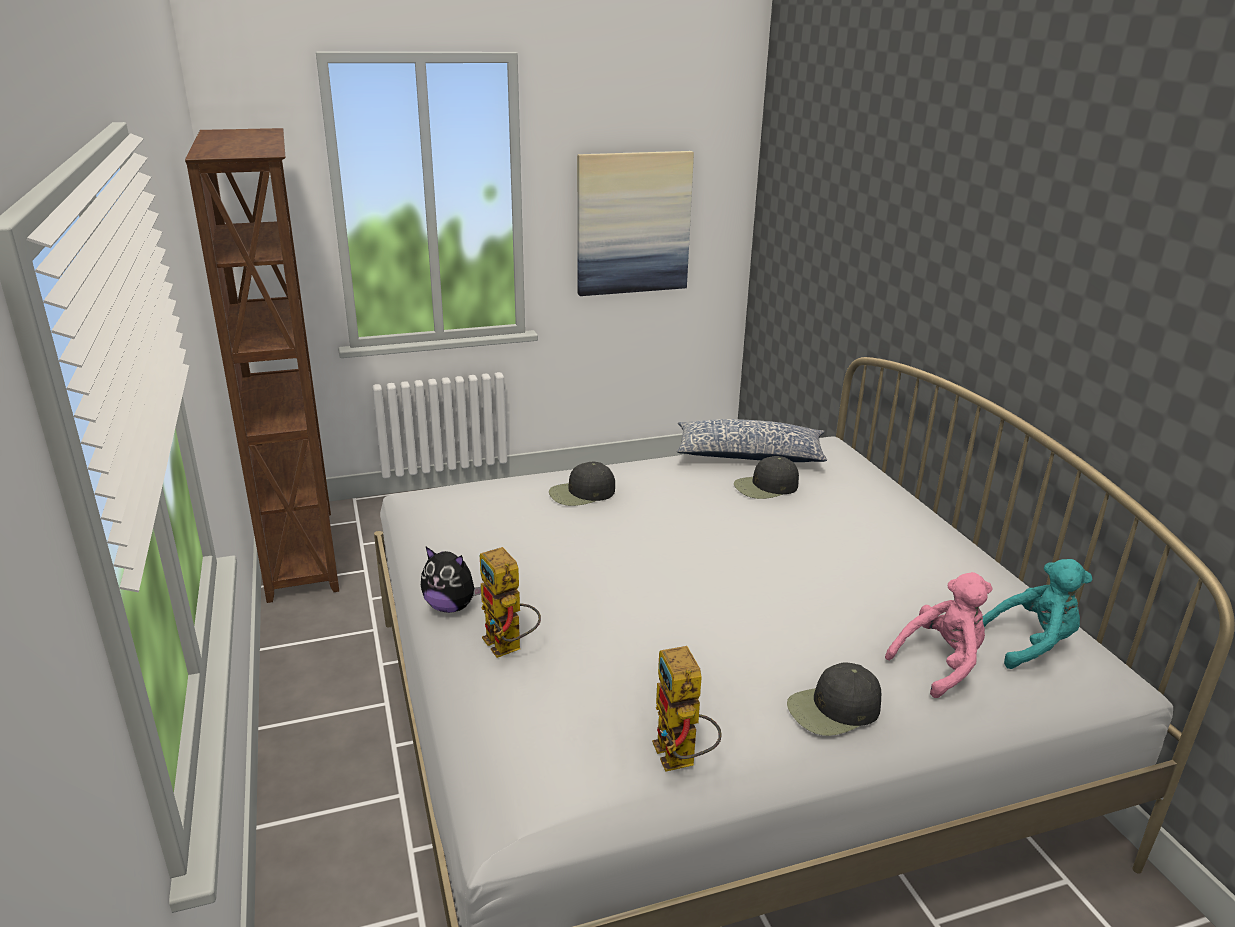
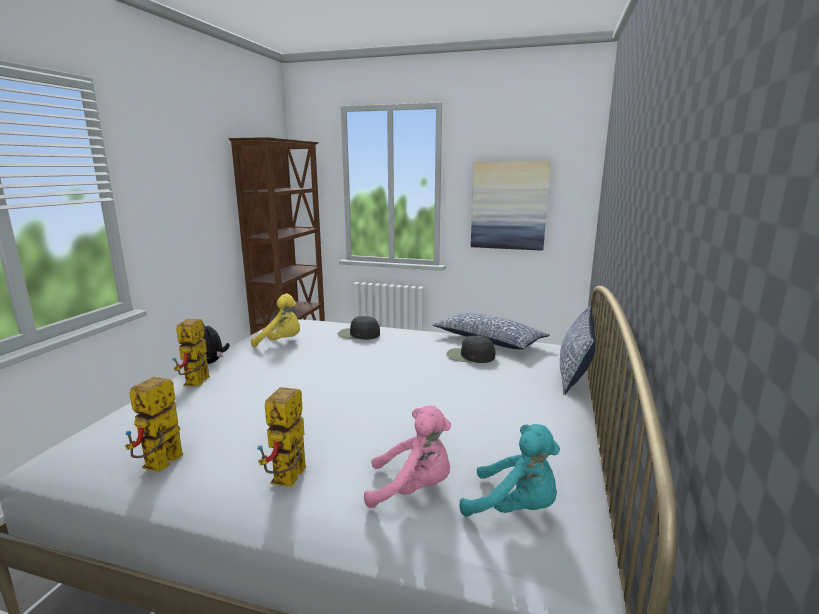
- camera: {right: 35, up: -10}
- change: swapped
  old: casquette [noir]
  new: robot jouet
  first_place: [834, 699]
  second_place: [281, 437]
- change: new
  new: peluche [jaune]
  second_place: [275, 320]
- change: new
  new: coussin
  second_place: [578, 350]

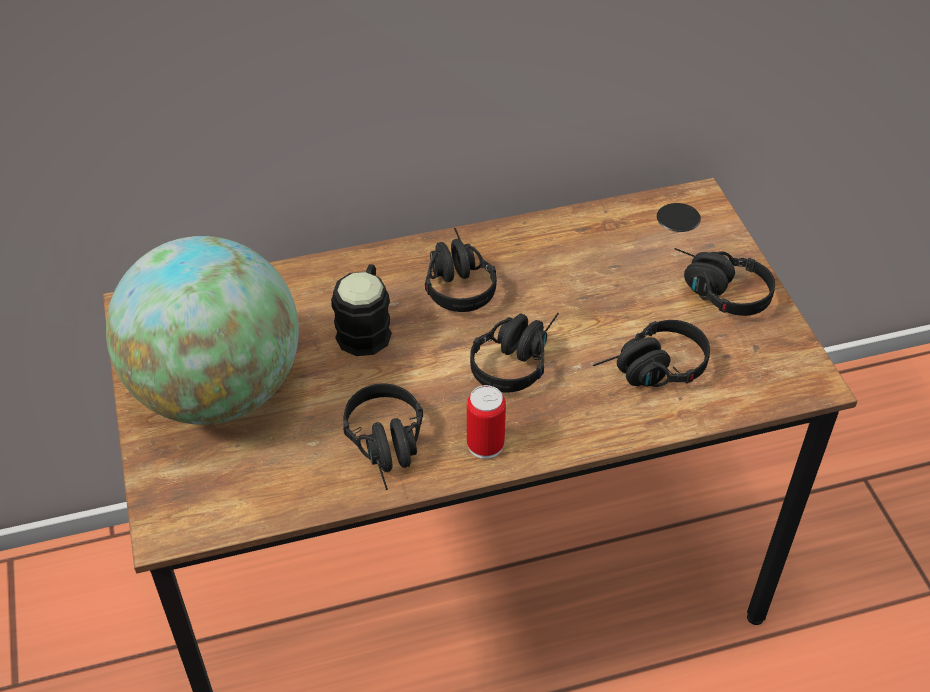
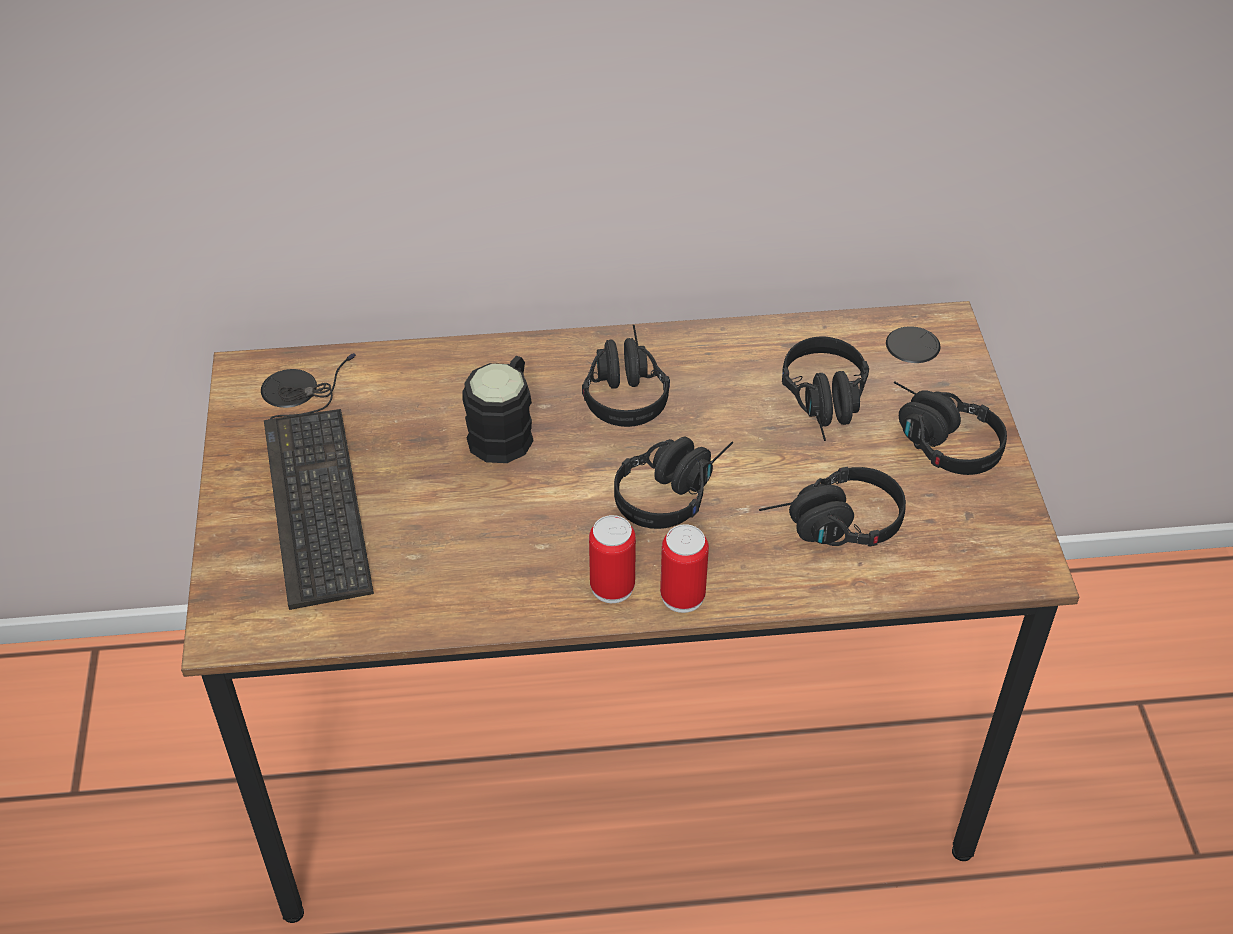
- camera: {right: 10, up: 0}
- change: swapped
  old: globe
  new: clavier
  first_place: [202, 330]
  second_place: [319, 481]
- change: shifted
  old: casque audio [noir]
  first_place: [383, 436]
  second_place: [825, 389]
- change: new
  new: boîte métallique
  second_place: [684, 568]

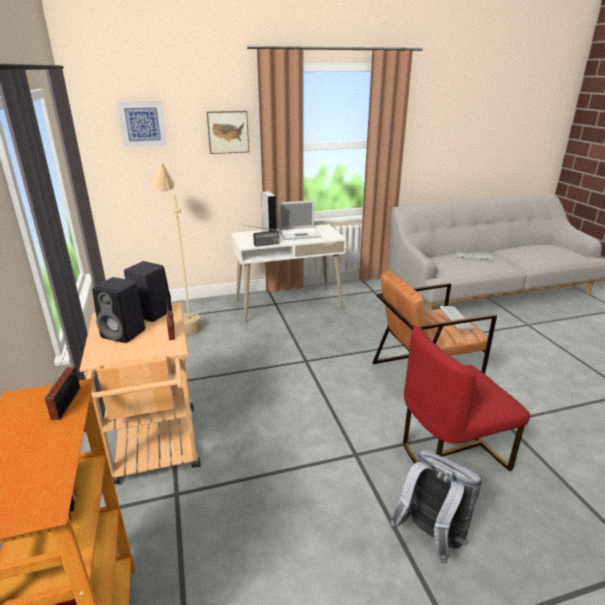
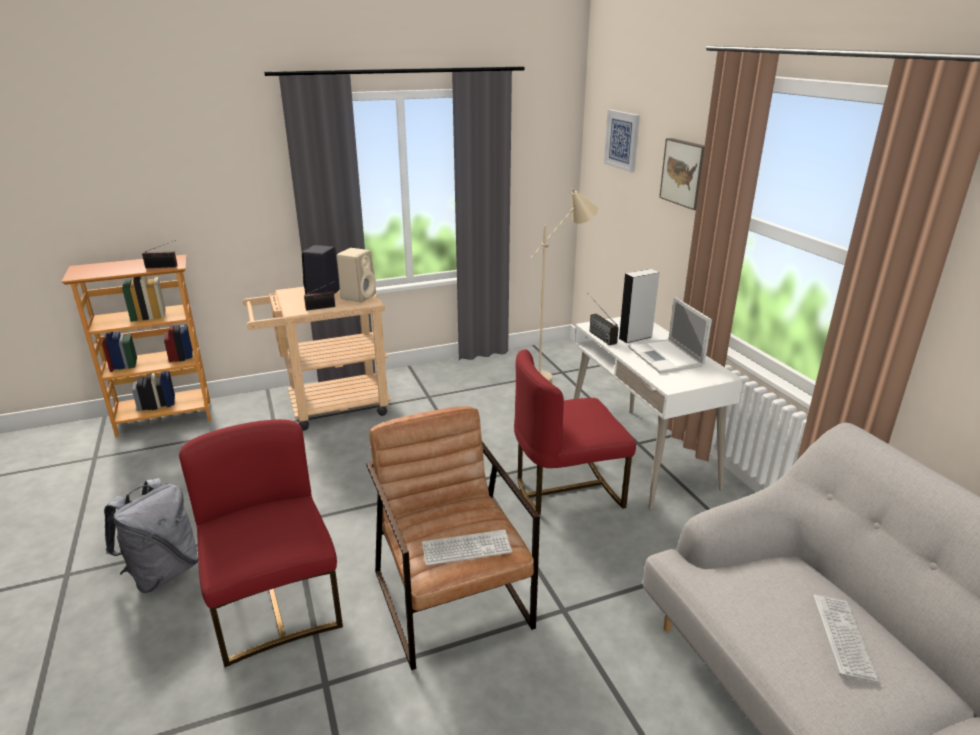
- camera: {right: 85, up: 0}
- change: repainted
  old: enceinte [noir]
  new: enceinte [beige]
  first_place: [148, 291]
  second_place: [356, 275]
- change: new
  new: chaise [rouge]
  second_place: [575, 432]

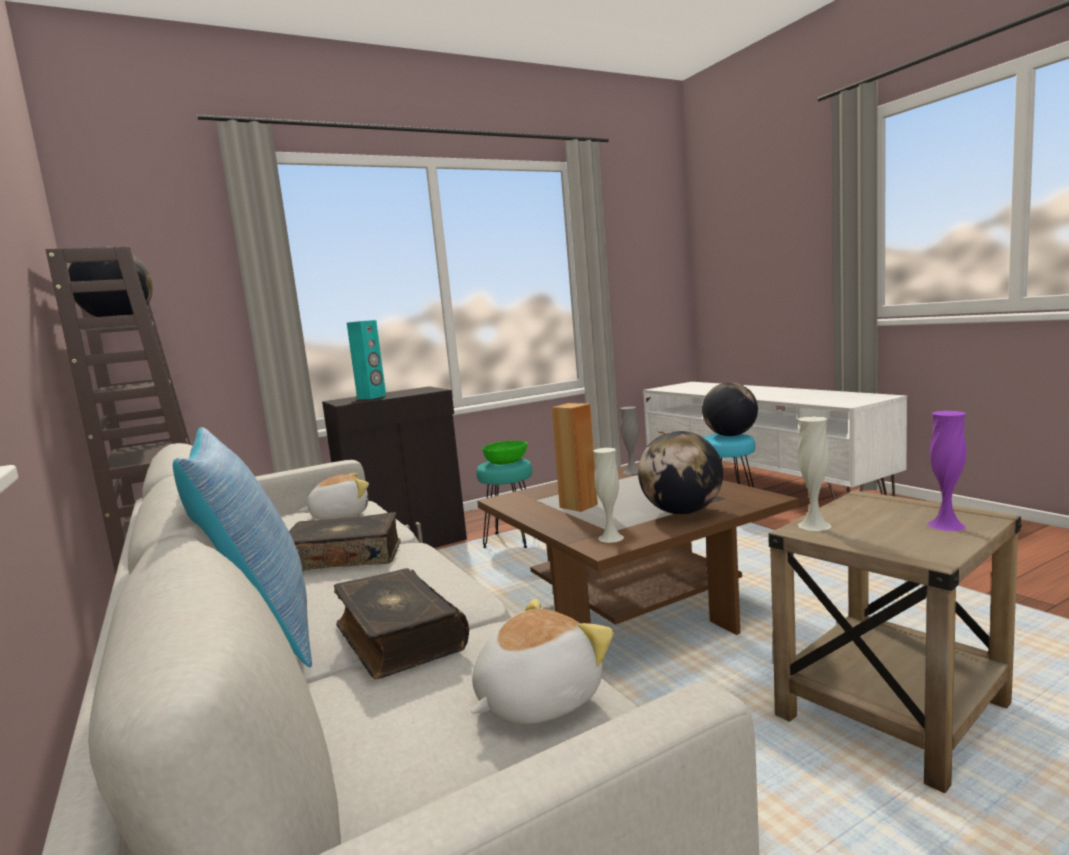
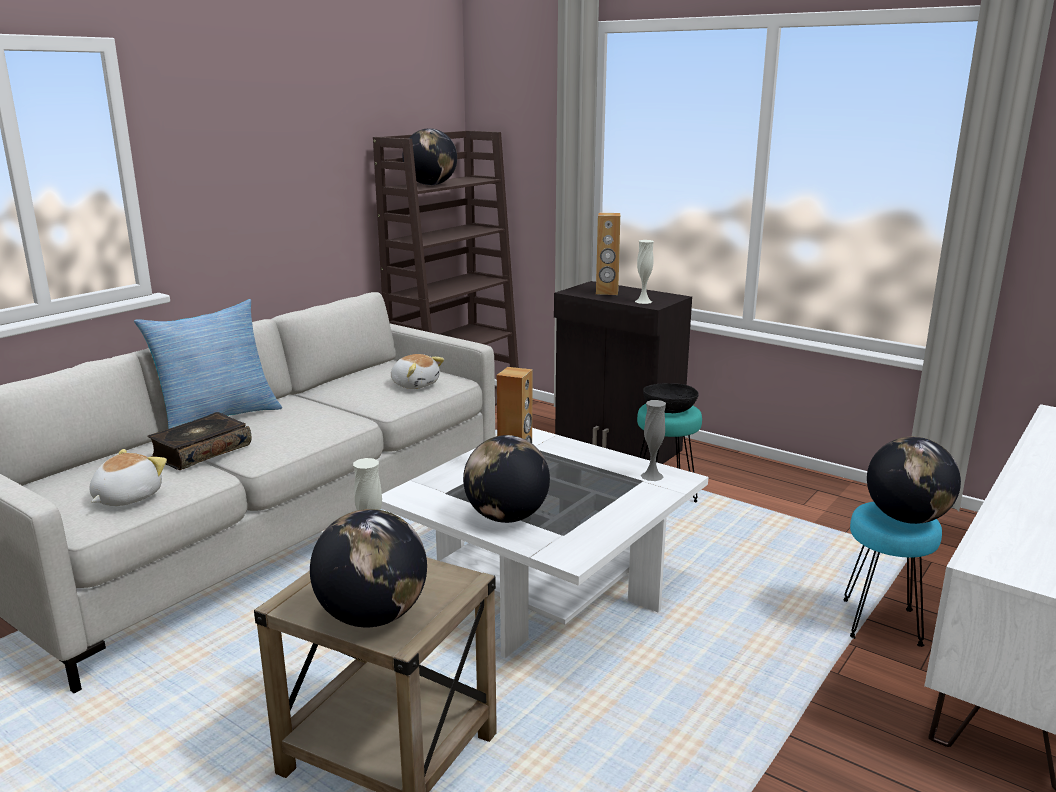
- camera: {right: 65, up: 10}
- change: gone
  old: livre
  first_place: [345, 541]
- change: repainted
  old: enceinte [turquoise]
  new: enceinte [marron]
  first_place: [366, 359]
  second_place: [608, 254]
- change: rotated
  old: peluche
  first_place: [542, 661]
  second_place: [128, 477]
  degrees: -90
- change: repainted
  old: table basse [marron]
  new: table basse [blanc]
  first_place: [637, 548]
  second_place: [544, 543]
- change: repainted
  old: bol [vert]
  new: bol [noir]
  first_place: [504, 453]
  second_place: [671, 398]
- change: shifted
  old: vase [blanc]
  first_place: [608, 495]
  second_place: [644, 272]
- change: swapped
  old: vase [violet]
  new: globe
  first_place: [947, 471]
  second_place: [368, 568]

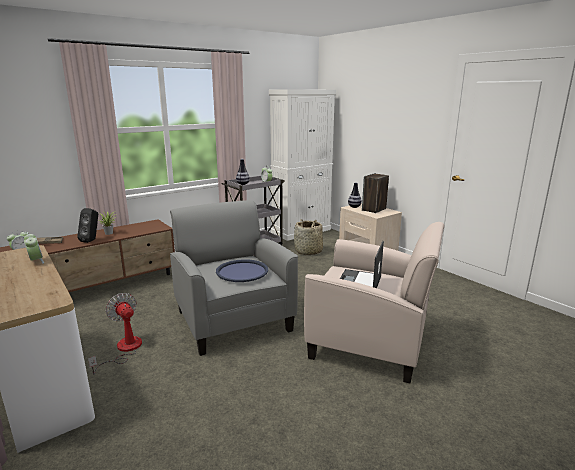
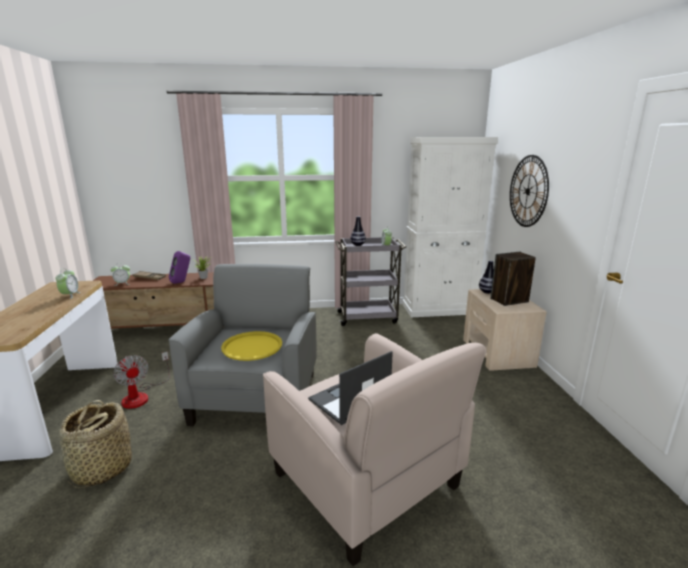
- camera: {right: 30, up: 0}
- change: repainted
  old: enceinte [noir]
  new: enceinte [violet]
  first_place: [87, 225]
  second_place: [179, 267]
- change: rotated
  old: ventilateur
  first_place: [115, 334]
  second_place: [141, 380]
  degrees: 150
- change: repainted
  old: plateau [bleu]
  new: plateau [jaune]
  first_place: [242, 270]
  second_place: [251, 346]
- change: shifted
  old: panier
  first_place: [308, 237]
  second_place: [95, 444]
- change: new
  new: horloge murale
  second_place: [529, 191]

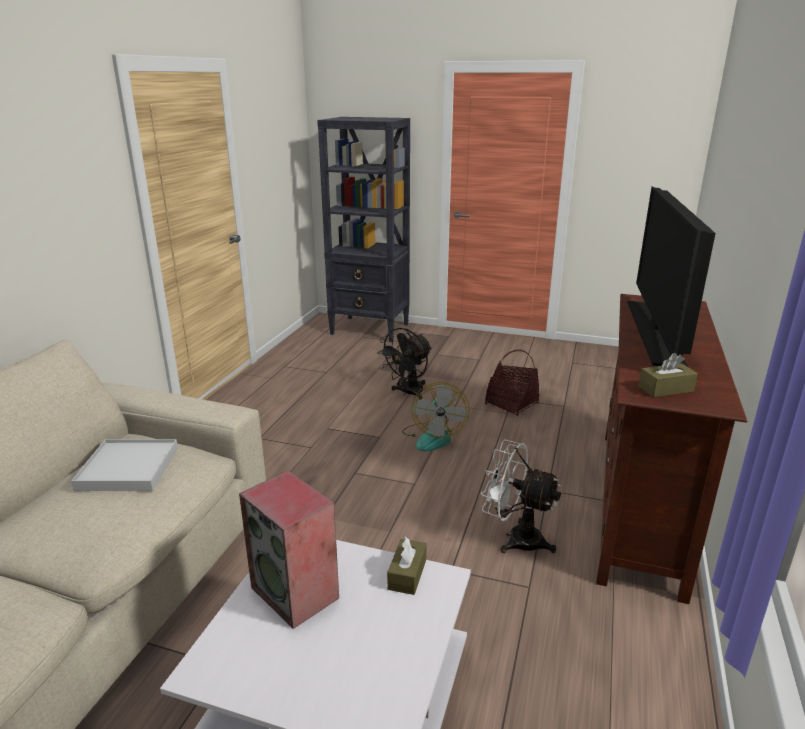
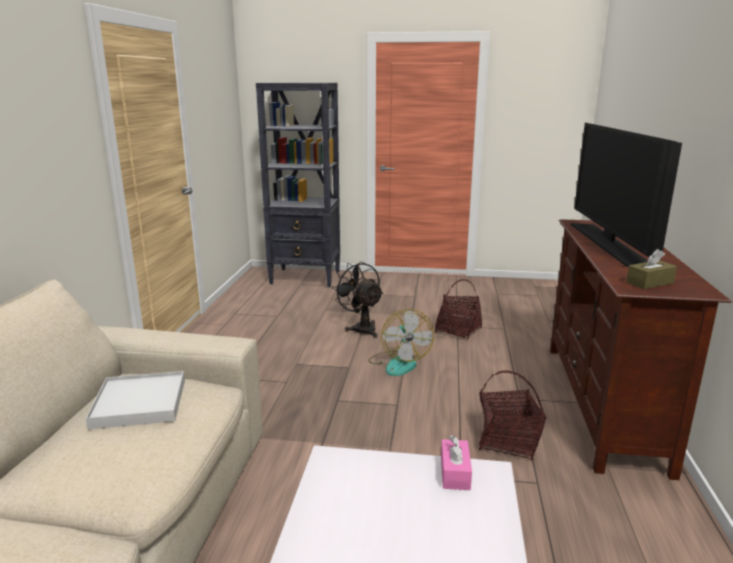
- camera: {right: -10, up: -5}
- change: gone
  old: enceinte
  first_place: [289, 549]
- change: rotated
  old: ventilateur [noir]
  first_place: [404, 364]
  second_place: [357, 299]
  degrees: 120
- change: repainted
  old: boîte à mouchoirs [marron]
  new: boîte à mouchoirs [rose]
  first_place: [407, 566]
  second_place: [456, 462]
- change: swapped
  old: ventilateur [blanc]
  new: panier
  first_place: [521, 496]
  second_place: [513, 416]

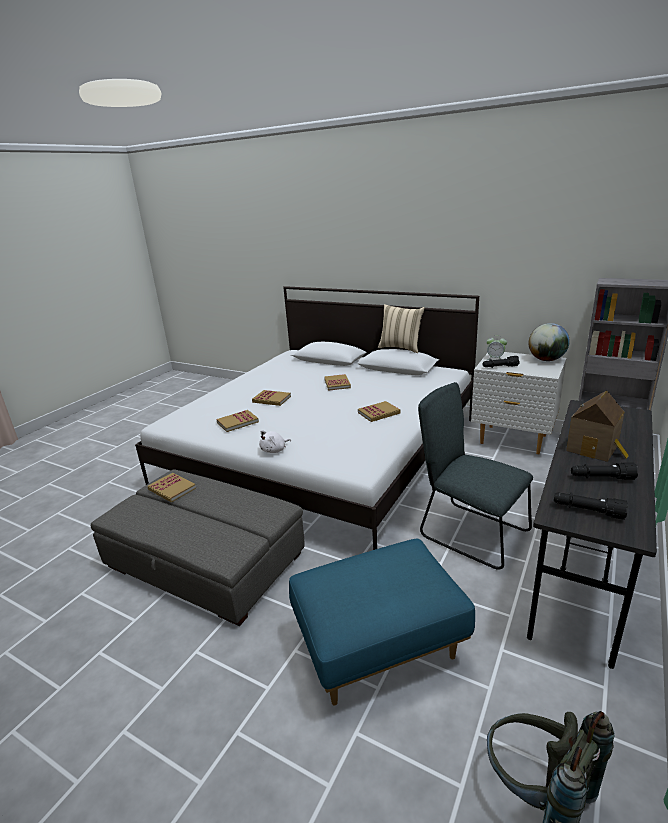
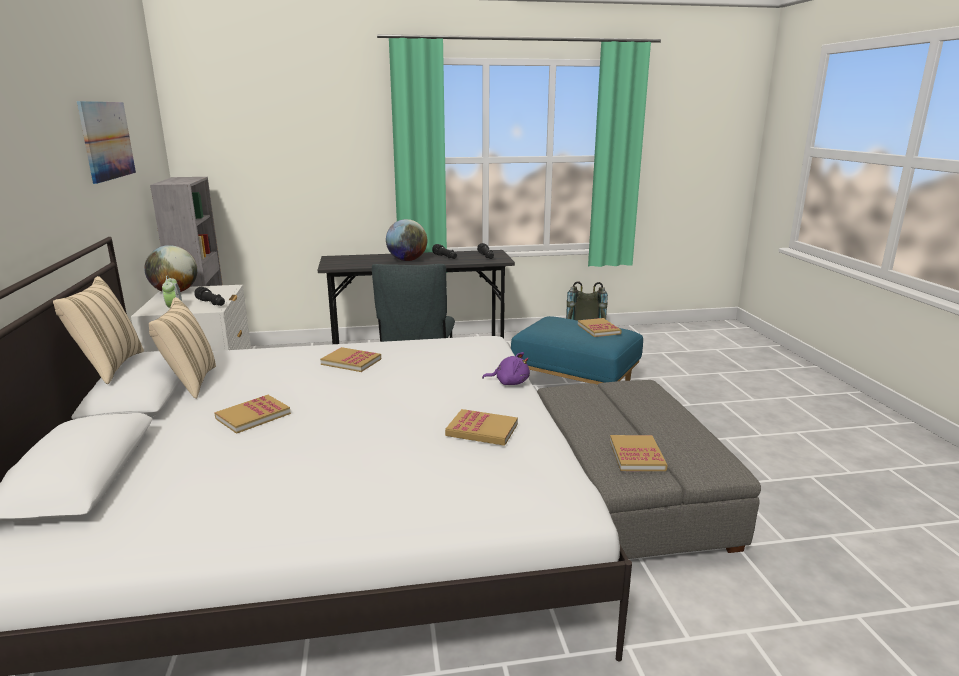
- camera: {right: -130, up: -5}
- change: shifted
  old: livre
  first_place: [271, 398]
  second_place: [600, 327]
- change: repainted
  old: peluche [blanc]
  new: peluche [violet]
  first_place: [275, 441]
  second_place: [506, 368]
- change: swapped
  old: maison miniature
  new: globe
  first_place: [597, 426]
  second_place: [406, 240]
- change: new
  new: tableau
  second_place: [106, 142]
- change: new
  new: coussin [beige]
  second_place: [182, 348]

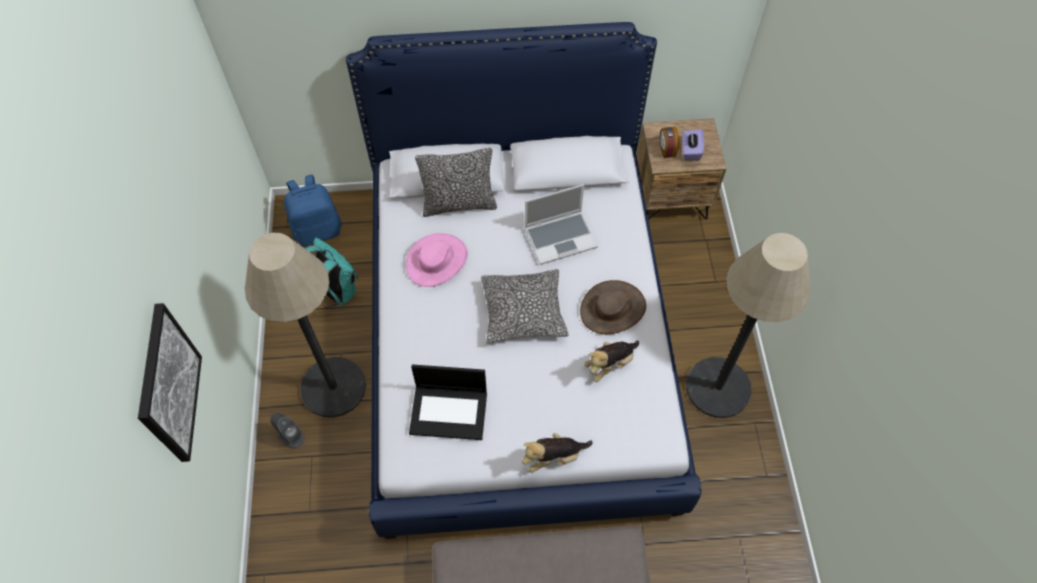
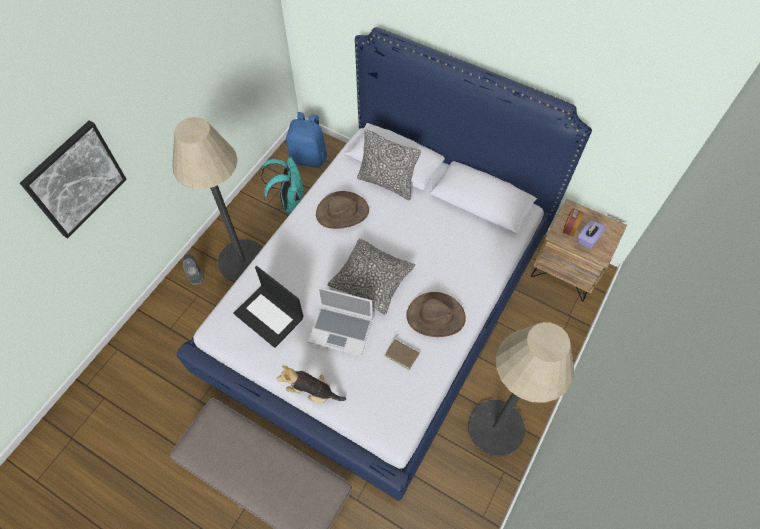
- camera: {right: 35, up: 0}
- change: repainted
  old: chapeau [rose]
  new: chapeau [marron]
  first_place: [437, 260]
  second_place: [342, 210]
- change: shifted
  old: ordinateur portable
  first_place: [561, 224]
  second_place: [340, 321]
- change: swapped
  old: peluche
  new: livre [marron]
  first_place: [611, 361]
  second_place: [401, 353]

